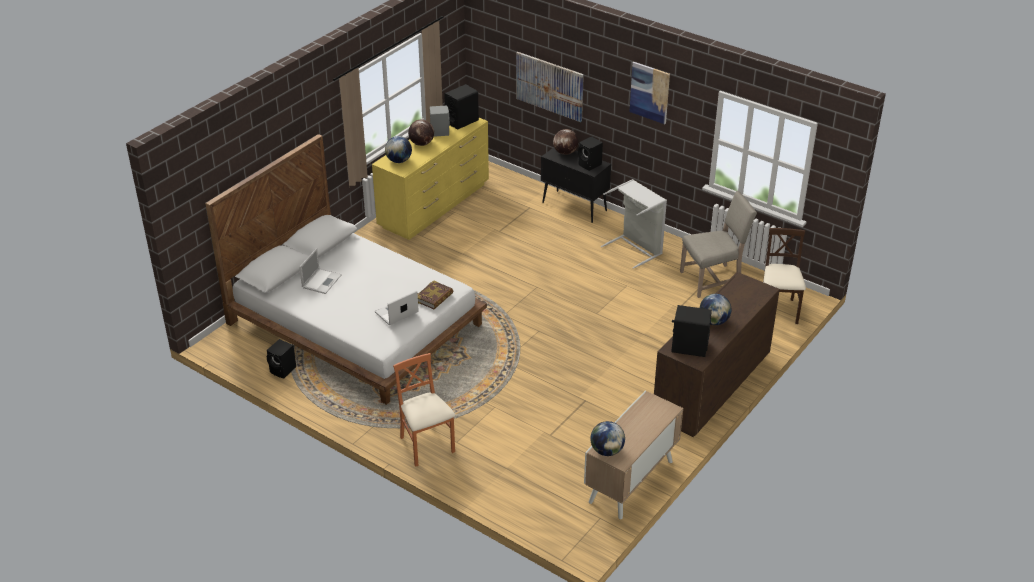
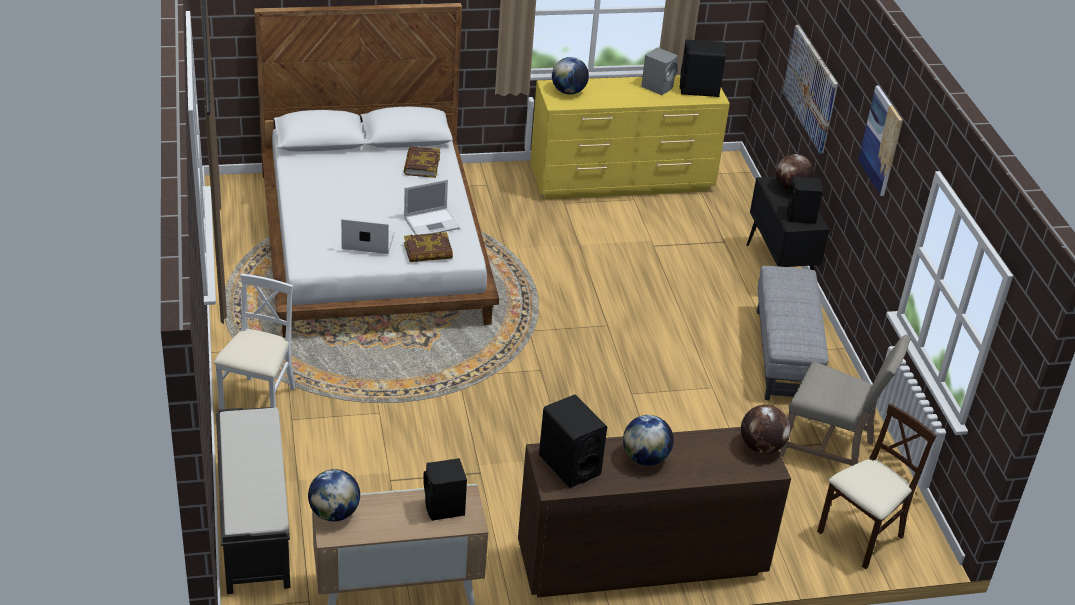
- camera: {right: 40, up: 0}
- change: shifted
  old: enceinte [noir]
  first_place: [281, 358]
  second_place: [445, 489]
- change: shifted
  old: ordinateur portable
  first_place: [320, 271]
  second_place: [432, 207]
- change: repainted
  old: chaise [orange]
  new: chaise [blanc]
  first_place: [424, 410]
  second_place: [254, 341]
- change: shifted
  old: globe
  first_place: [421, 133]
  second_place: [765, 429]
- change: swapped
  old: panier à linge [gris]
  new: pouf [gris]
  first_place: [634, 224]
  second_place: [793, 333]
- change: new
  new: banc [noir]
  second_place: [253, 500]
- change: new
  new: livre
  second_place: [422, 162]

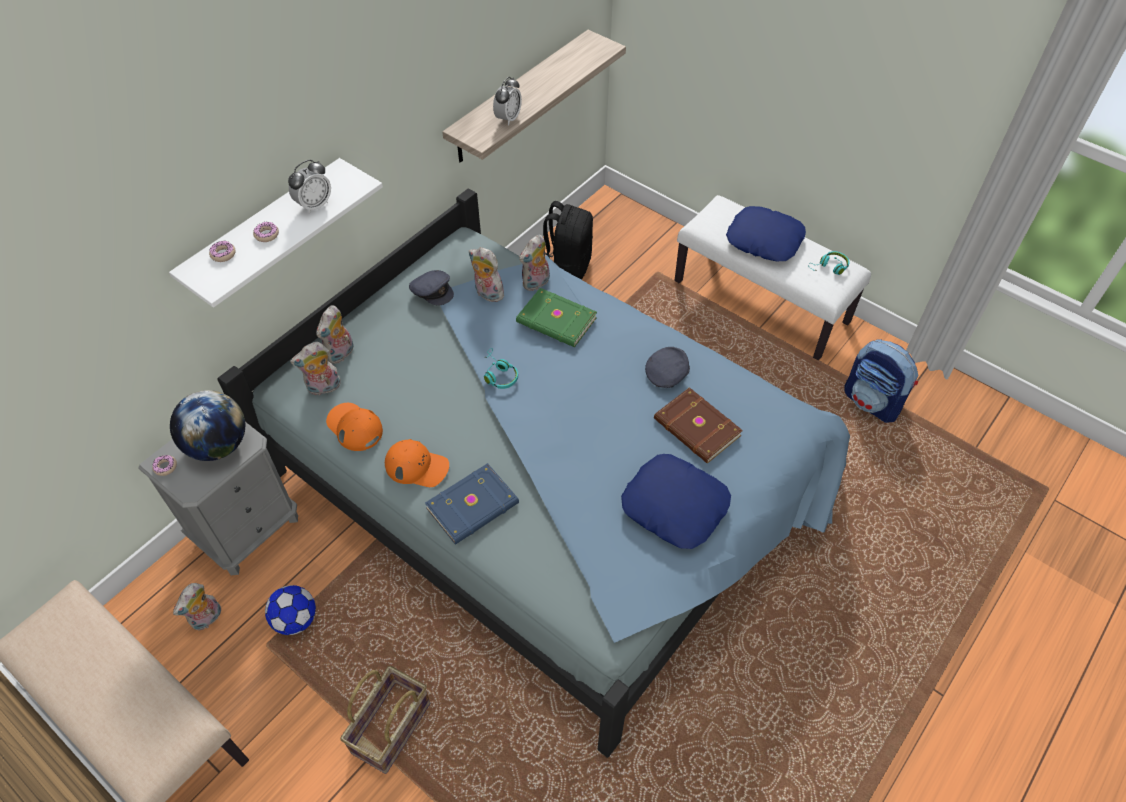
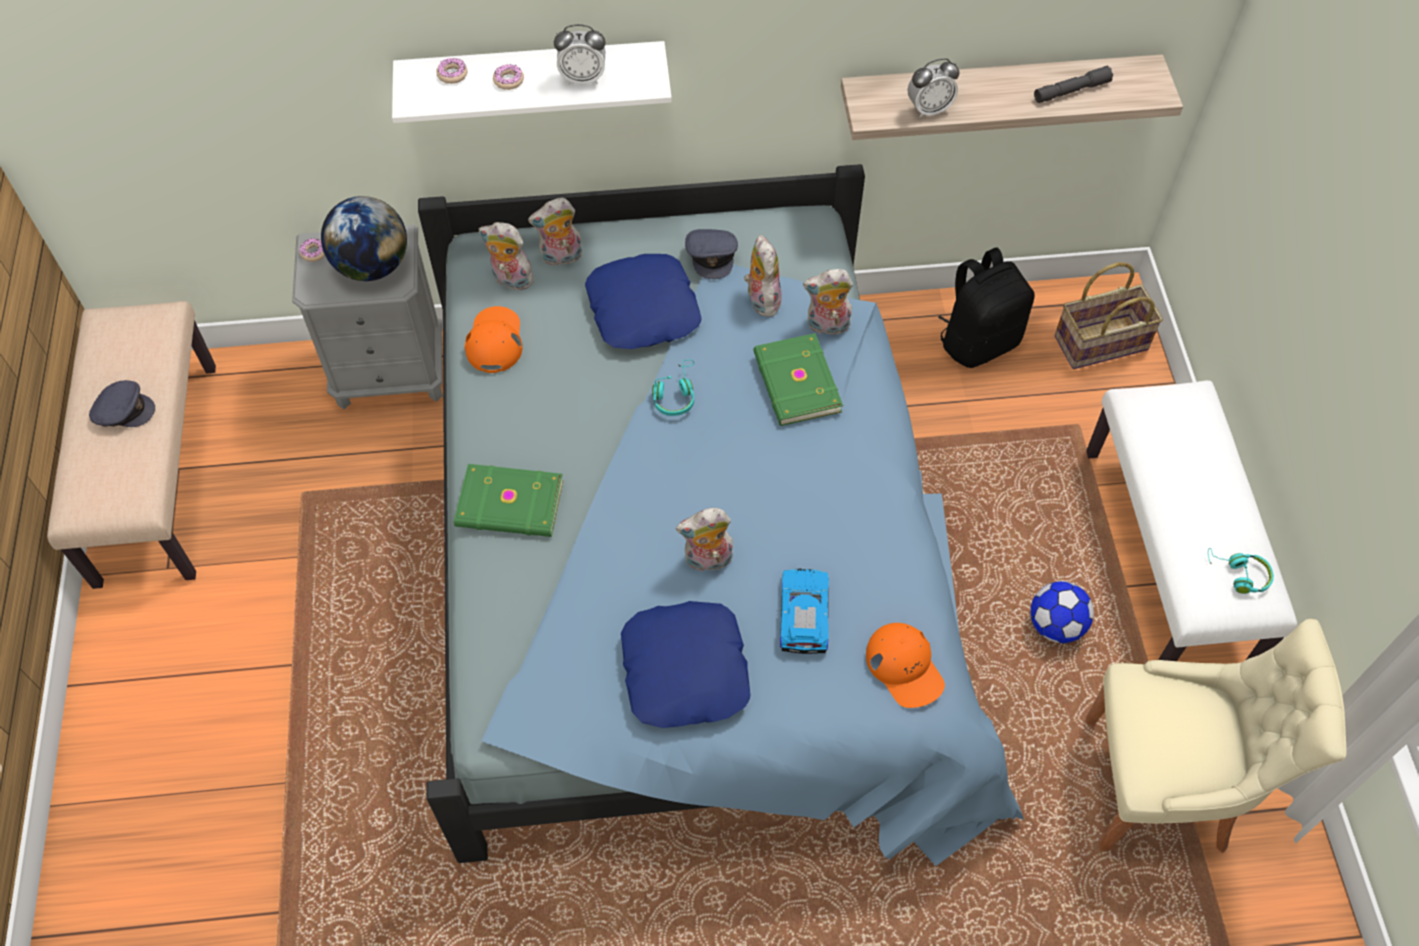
- camera: {right: 45, up: 5}
- change: shifted
  old: peluche
  first_place: [197, 606]
  second_place: [704, 540]
- change: shifted
  old: ballon de foot
  first_place: [290, 610]
  second_place: [1062, 612]
- change: shifted
  old: panier
  first_place: [385, 720]
  second_place: [1109, 315]
- change: shifted
  old: casquette [orange]
  first_place: [417, 463]
  second_place: [905, 665]
- change: repainted
  old: livre [bleu]
  new: livre [vert]
  first_place: [472, 504]
  second_place: [508, 500]
- change: shifted
  old: casquette [gris]
  first_place: [667, 367]
  second_place: [122, 403]
- change: swapped
  old: livre [marron]
  new: petite voiture
  first_place: [698, 425]
  second_place: [804, 611]
- change: shifted
  old: coussin [bleu]
  first_place: [766, 233]
  second_place: [643, 301]
- change: swapped
  old: sac à dos
  new: chaise [beige]
  first_place: [881, 381]
  second_place: [1216, 736]
- change: new
  new: lampe de poche [gris]
  second_place: [1073, 84]

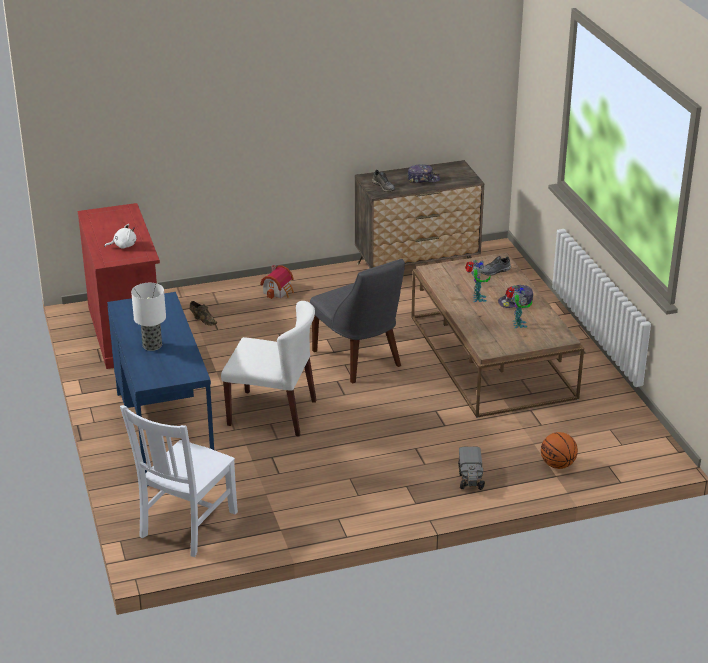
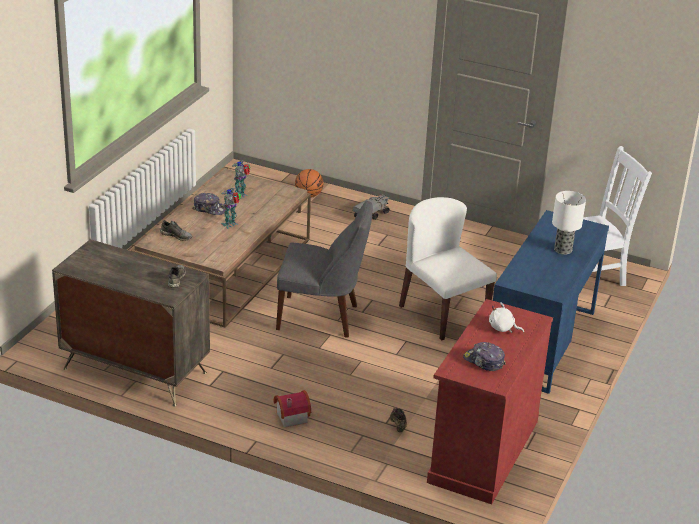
- camera: {right: -140, up: 0}
- change: rotated
  old: chaise [gris]
  first_place: [357, 321]
  second_place: [324, 269]
  degrees: 90
- change: shifted
  old: casquette
  first_place: [424, 173]
  second_place: [484, 356]

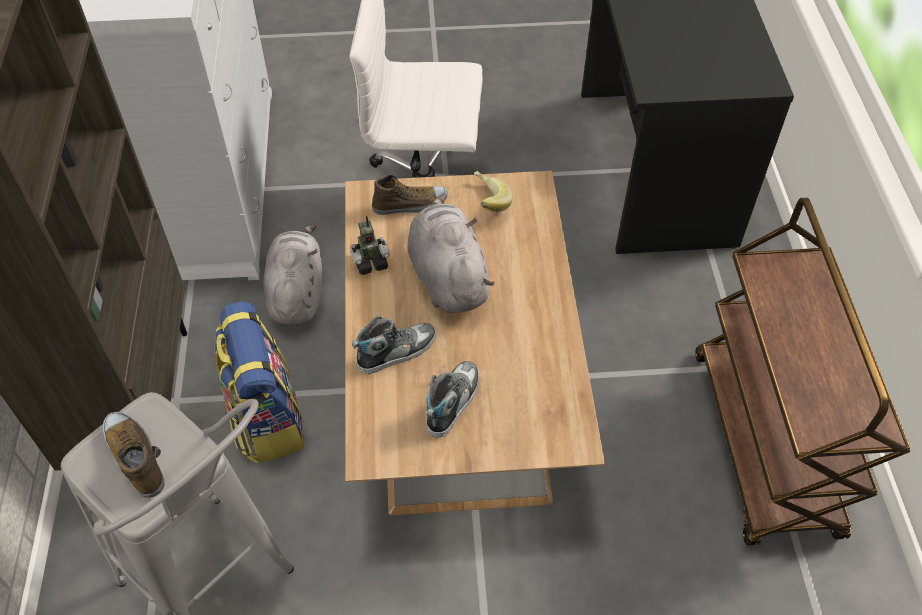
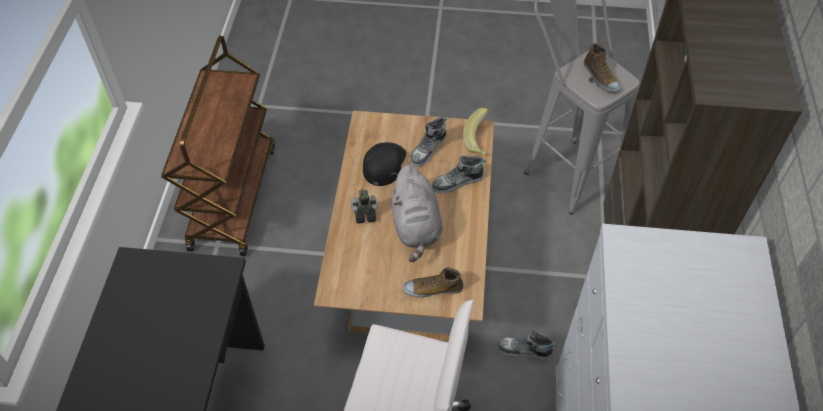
- camera: {right: -170, up: 0}
- change: gone
  old: sac à dos
  first_place: [259, 382]
- change: swapped
  old: peluche [gris]
  new: chaussure
  first_place: [292, 274]
  second_place: [526, 345]
- change: shifted
  old: robot jouet
  first_place: [370, 245]
  second_place: [364, 205]
- change: shifted
  old: banane
  first_place: [493, 191]
  second_place: [476, 131]
- change: new
  new: casquette [noir]
  second_place: [384, 164]

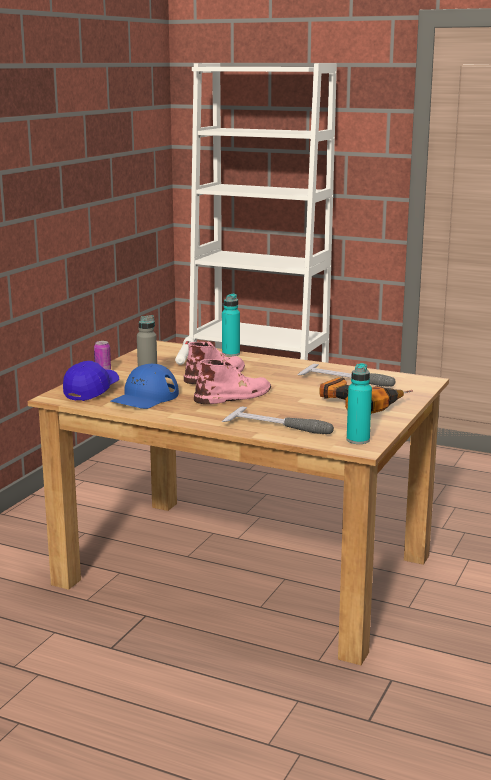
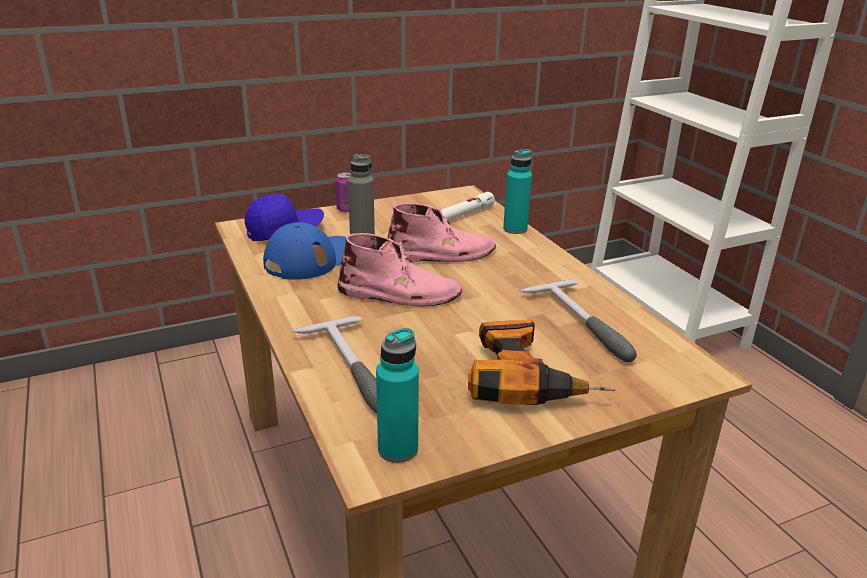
- camera: {right: 40, up: 10}
- change: rotated
  old: casquette [bleu]
  first_place: [144, 386]
  second_place: [304, 251]
  degrees: 150

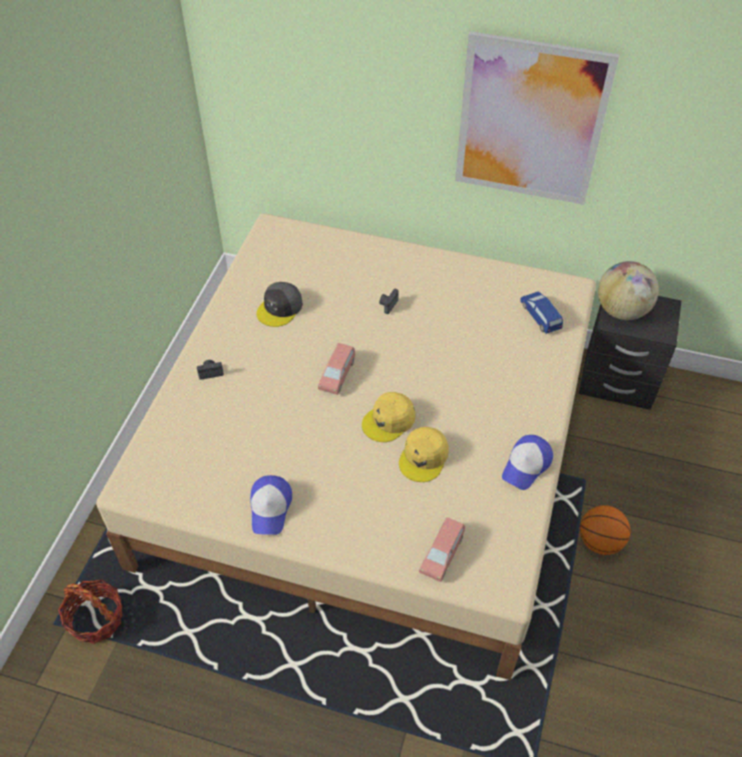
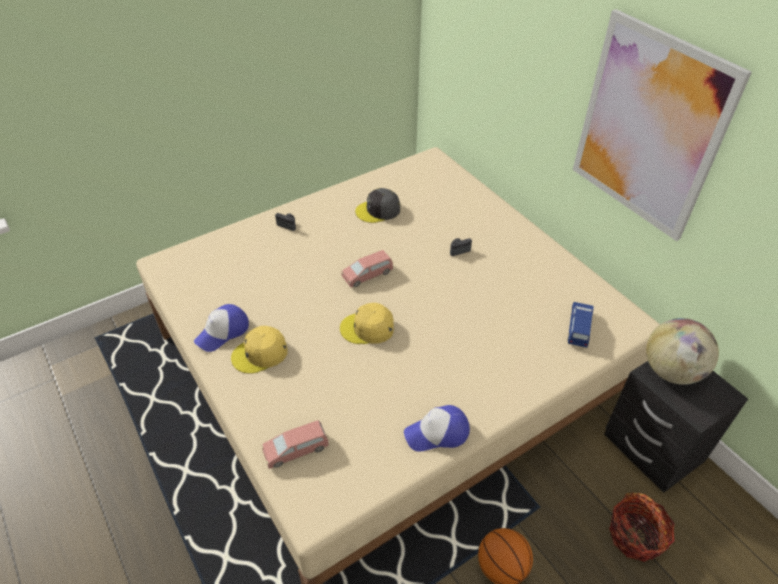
- camera: {right: 40, up: -5}
- change: shifted
  old: panier
  first_place: [90, 611]
  second_place: [642, 527]
- change: shifted
  old: casquette [jaune]
  first_place: [424, 454]
  second_place: [259, 350]

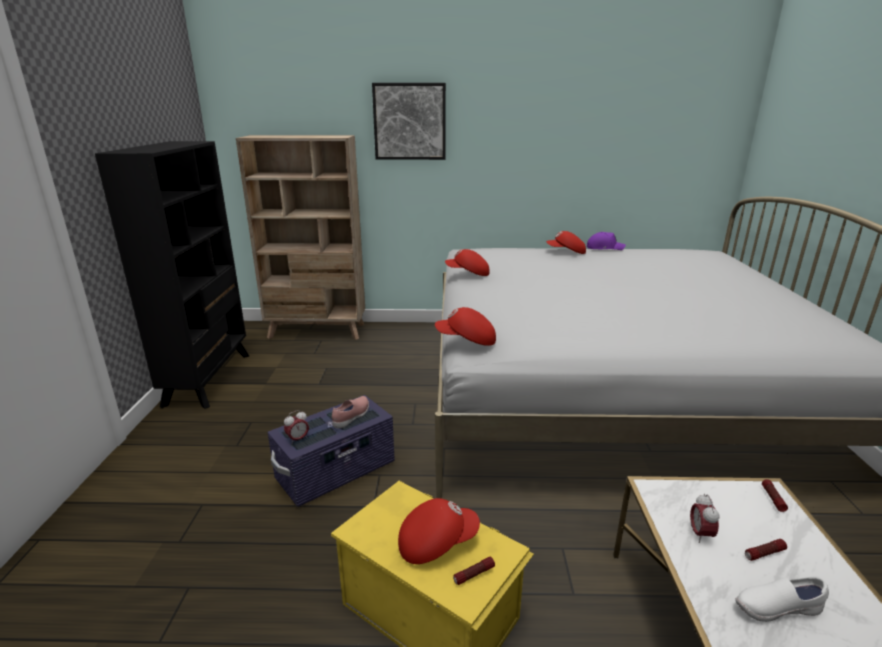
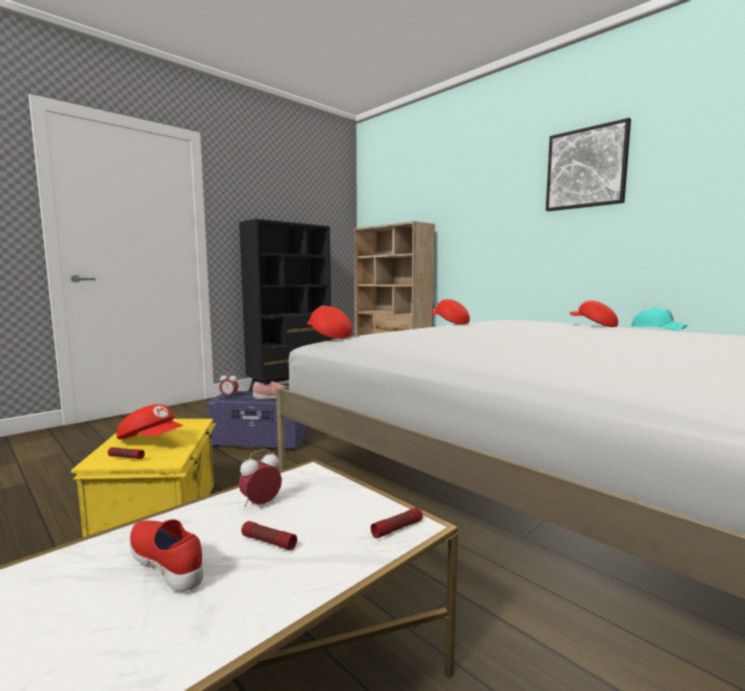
- camera: {right: 45, up: -15}
- change: shifted
  old: tableau
  first_place: [409, 121]
  second_place: [588, 164]
- change: repainted
  old: casquette [violet]
  new: casquette [turquoise]
  first_place: [606, 241]
  second_place: [659, 318]
- change: repainted
  old: chaussure [blanc]
  new: chaussure [rouge]
  first_place: [782, 599]
  second_place: [166, 555]

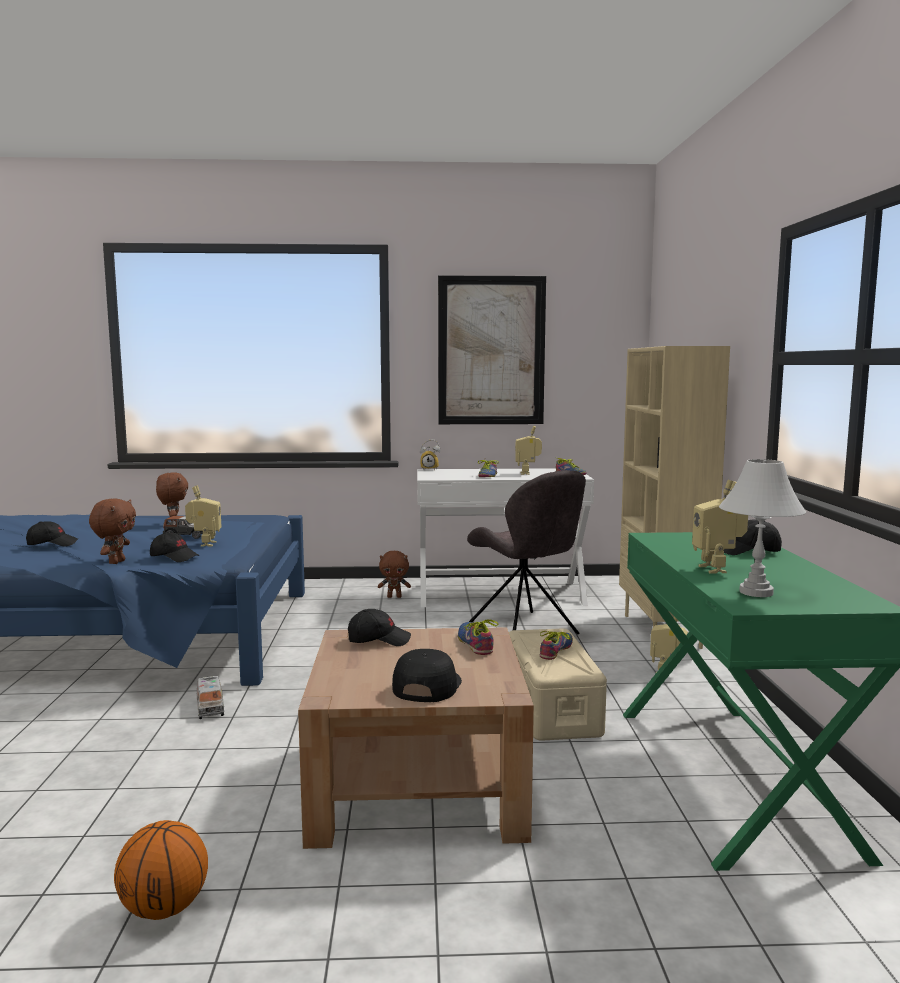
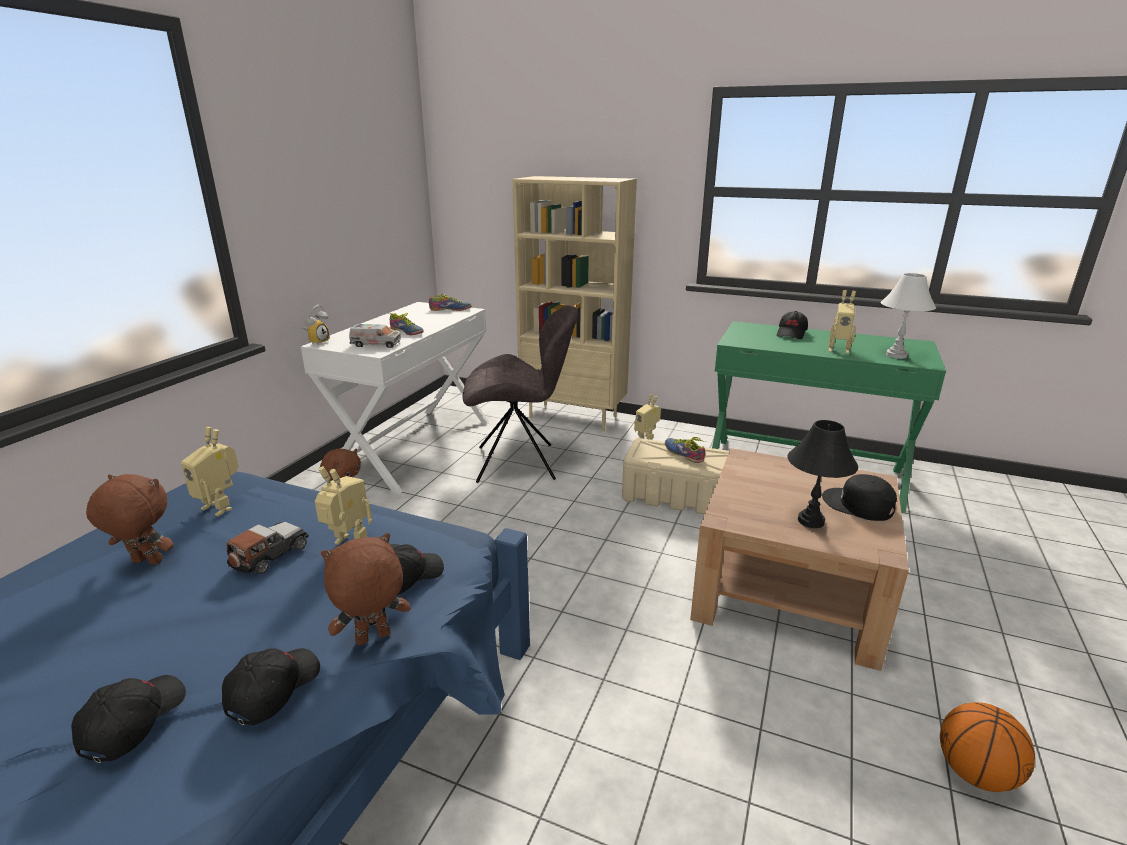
- camera: {right: -65, up: 15}
- change: rotated
  old: peluche [marron]
  first_place: [112, 531]
  second_place: [366, 589]
  degrees: -60
- change: shifted
  old: camion jouet
  first_place: [210, 697]
  second_place: [375, 336]
- change: shifted
  old: casquette [noir]
  first_place: [379, 627]
  second_place: [271, 686]
- change: gone
  old: tableau
  first_place: [492, 350]
- change: gone
  old: chaussure
  first_place: [478, 637]
- change: shifted
  old: robot jouet
  first_place: [528, 450]
  second_place: [210, 472]
- change: new
  new: lampe de table [noir]
  second_place: [822, 474]

